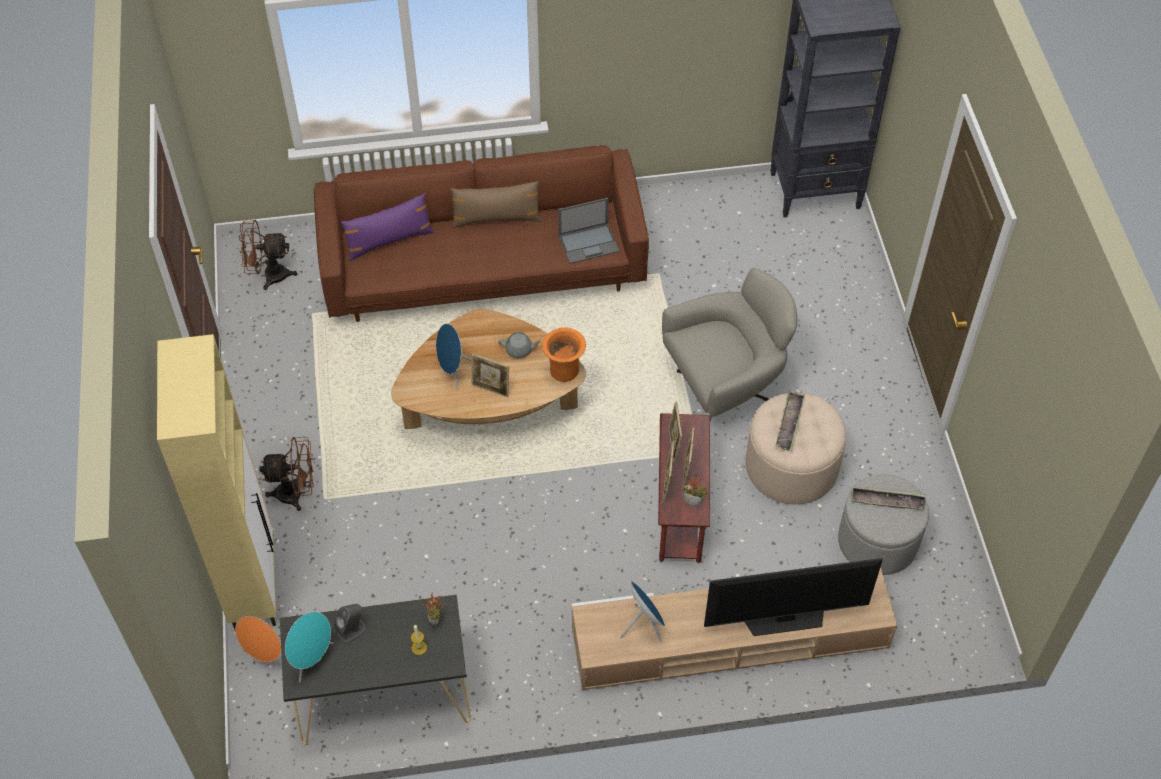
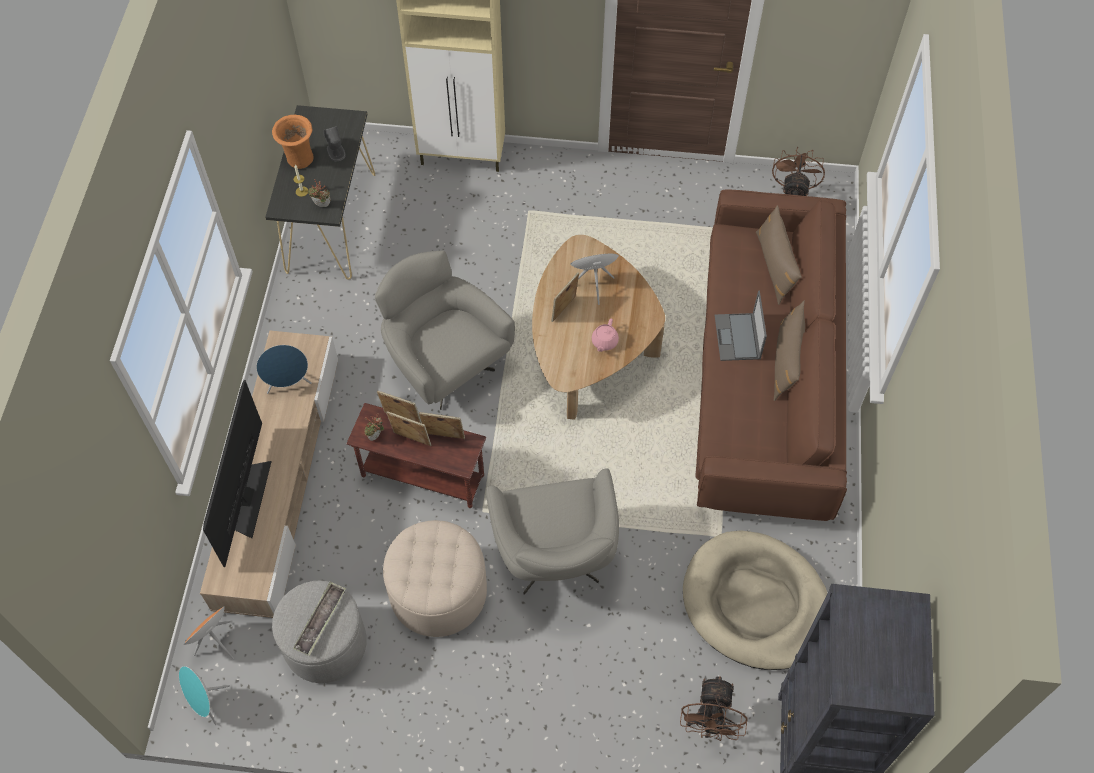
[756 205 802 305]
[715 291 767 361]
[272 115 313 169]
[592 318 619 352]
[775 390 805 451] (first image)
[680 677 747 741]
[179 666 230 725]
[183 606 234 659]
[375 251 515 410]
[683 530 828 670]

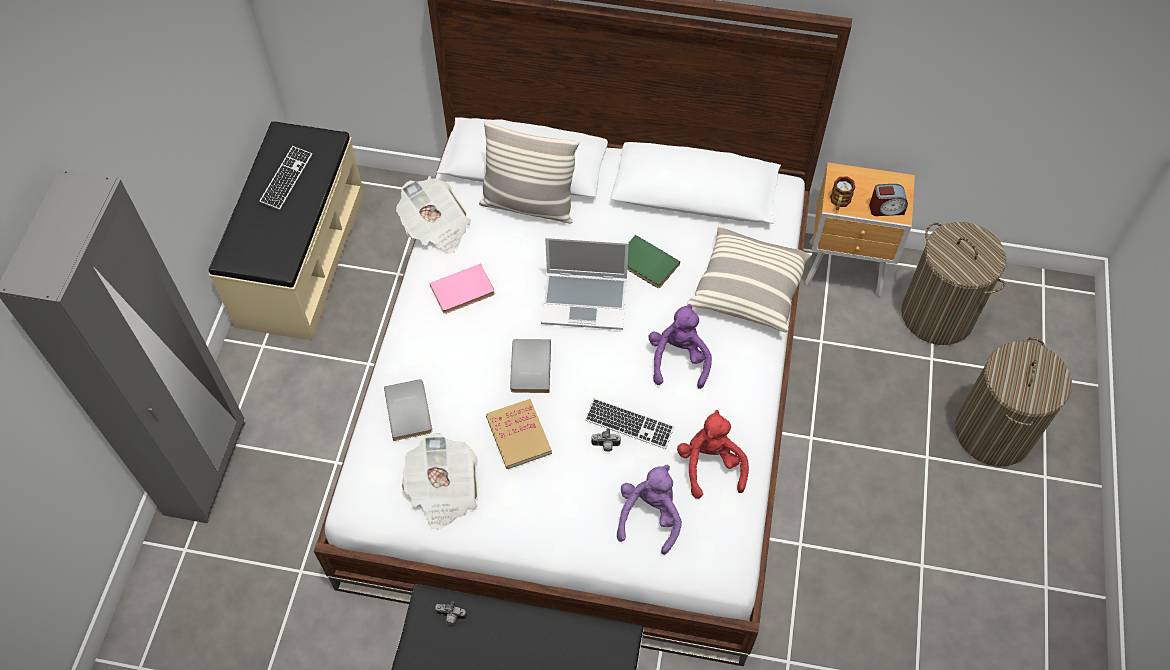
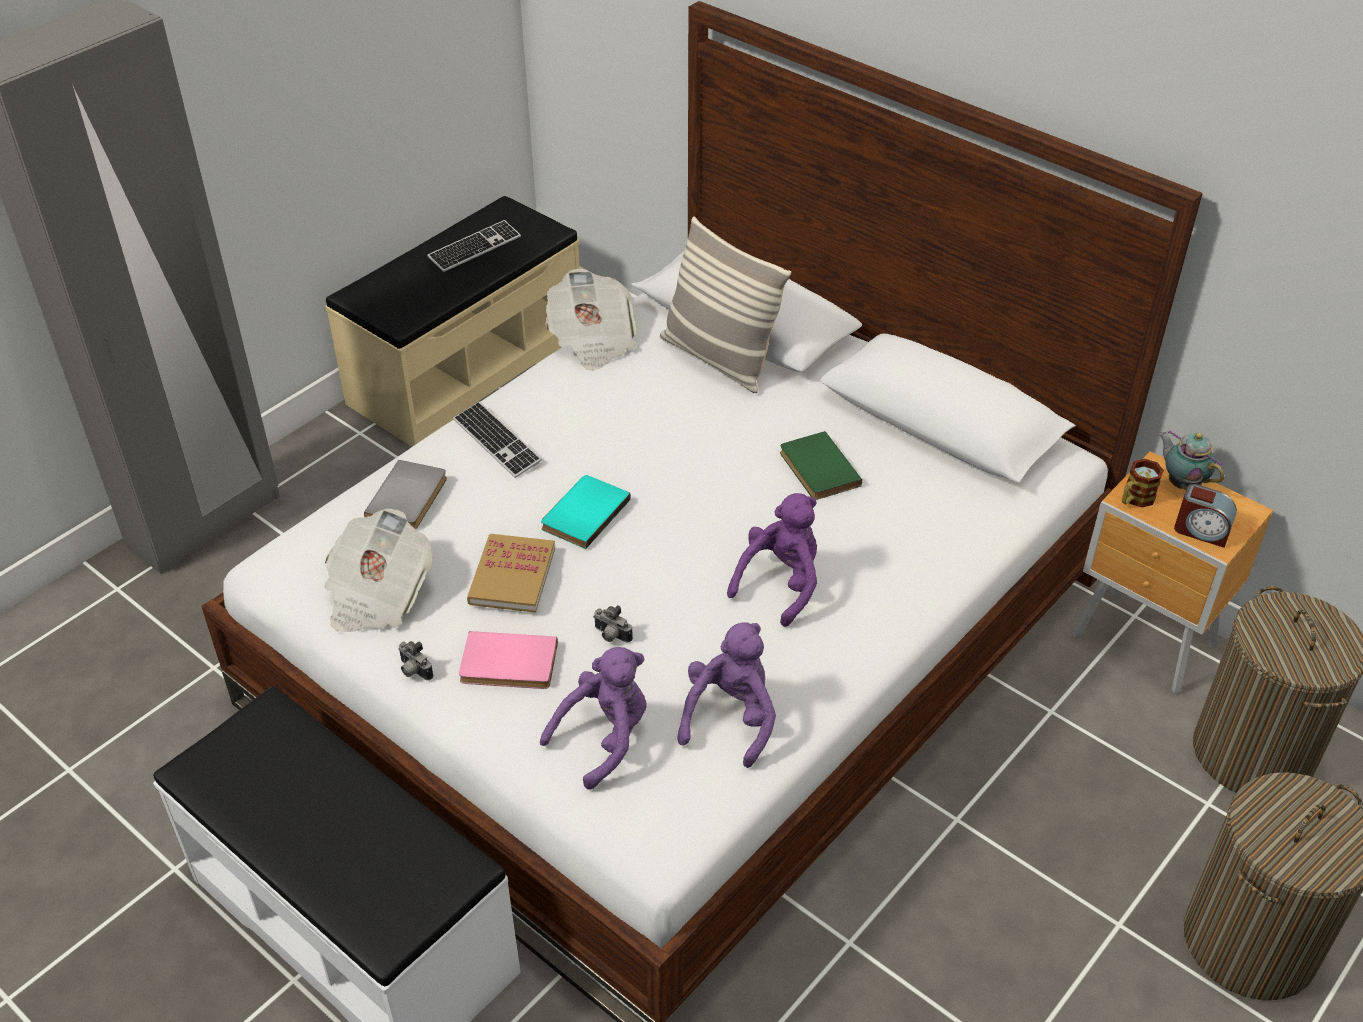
[687 225 812 332] (first image)
[541 237 629 330] (first image)
[459 631 558 689]
[541 475 631 549]
[453 401 542 478]
[677 622 776 768]
[398 641 433 680]
[1158 430 1224 490]

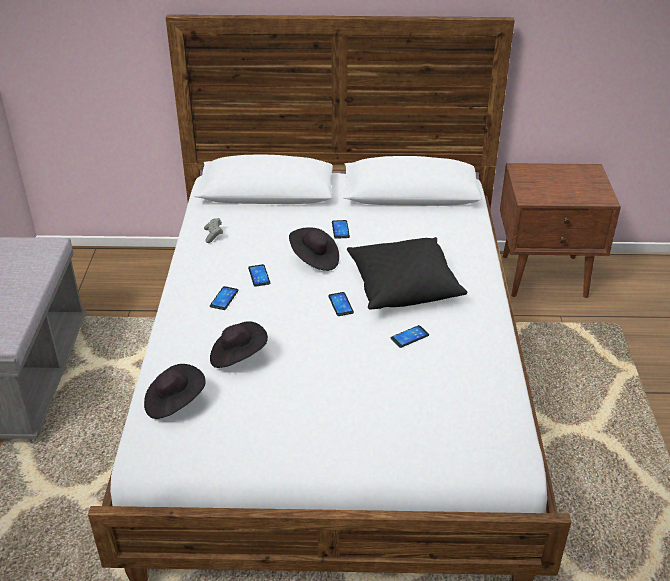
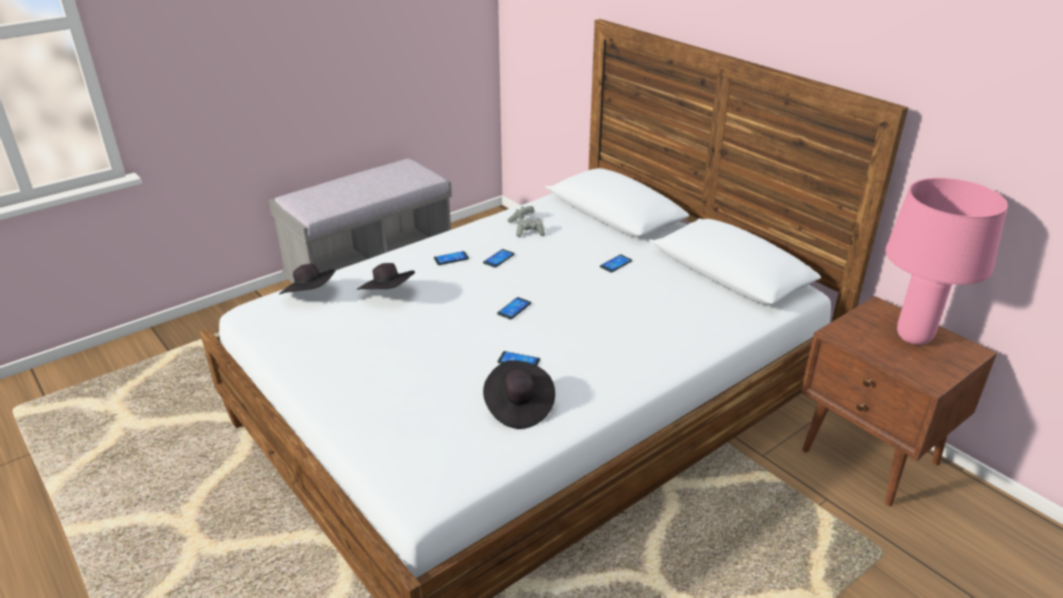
[483 360 555 429]
[347 237 467 310] (first image)
[885 178 1008 345]
[516 218 545 237]

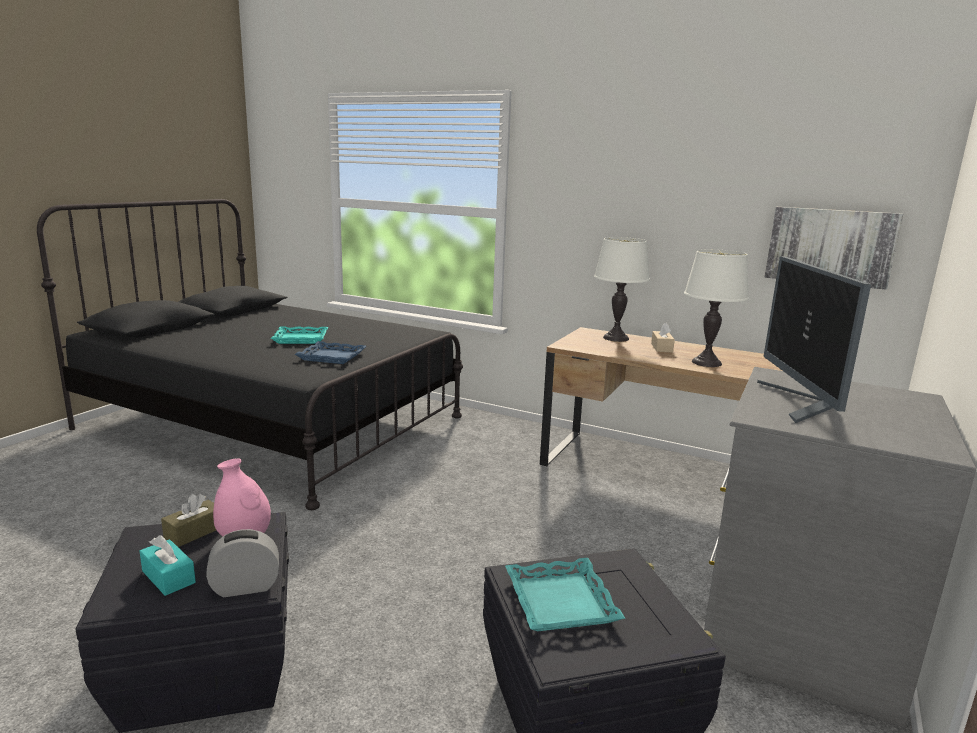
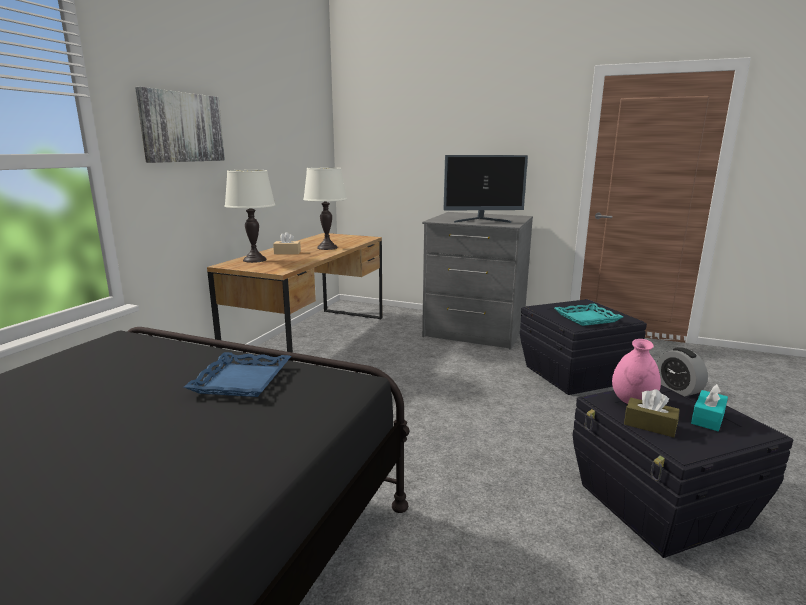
[135 87 225 163]
[271 326 328 344] (first image)

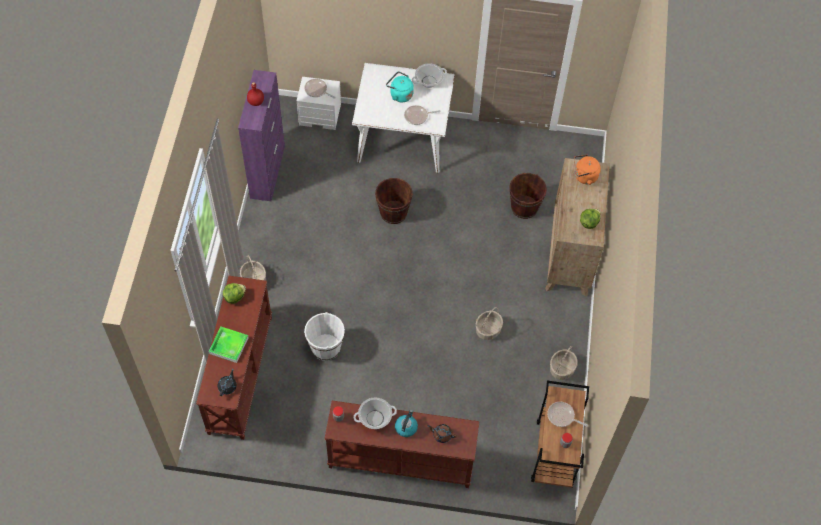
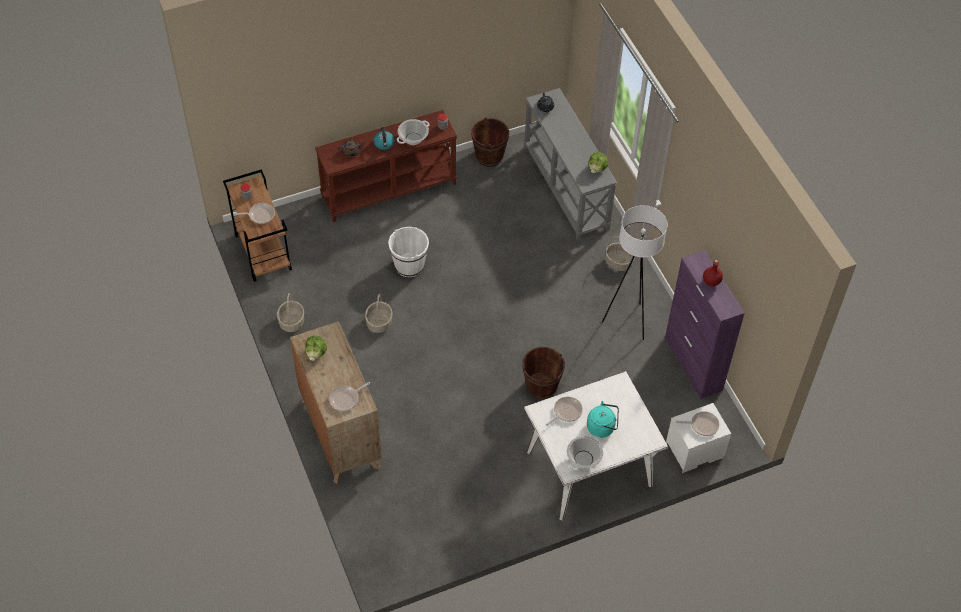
[329 382 370 411]
[471 117 509 167]
[523 88 617 241]
[388 227 429 277]
[209 327 249 363] (first image)
[602 205 667 340]

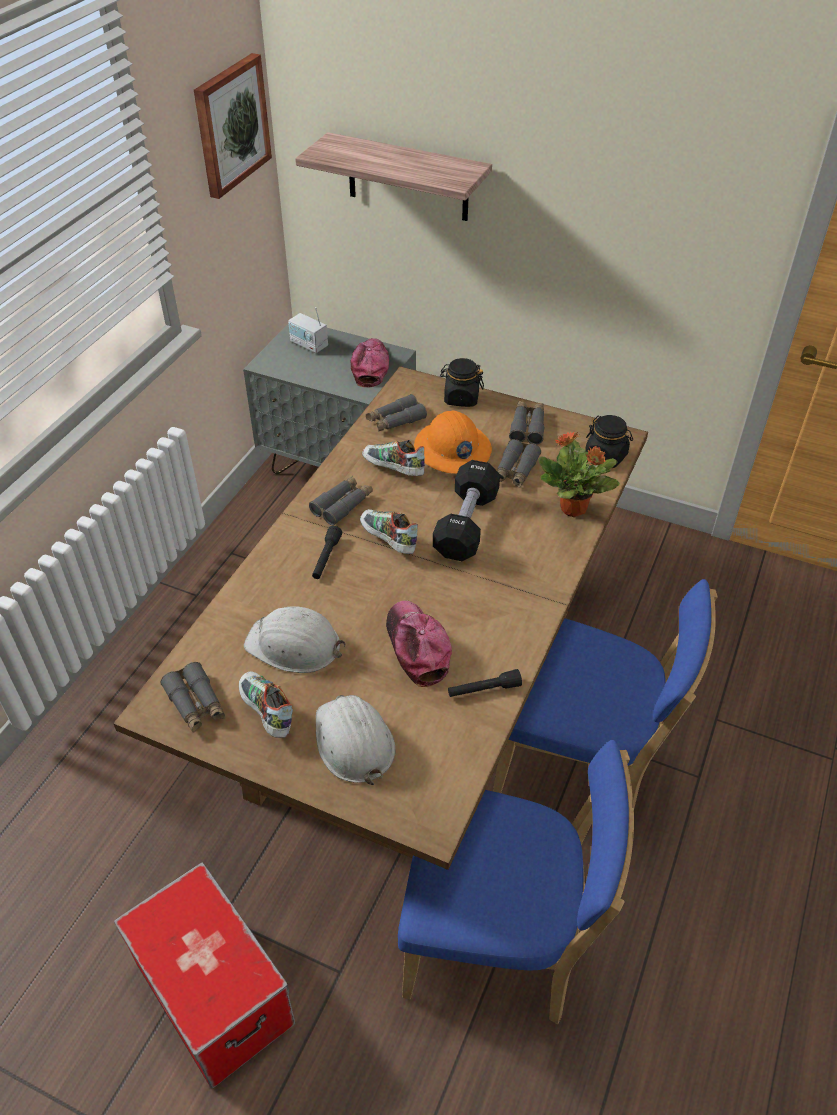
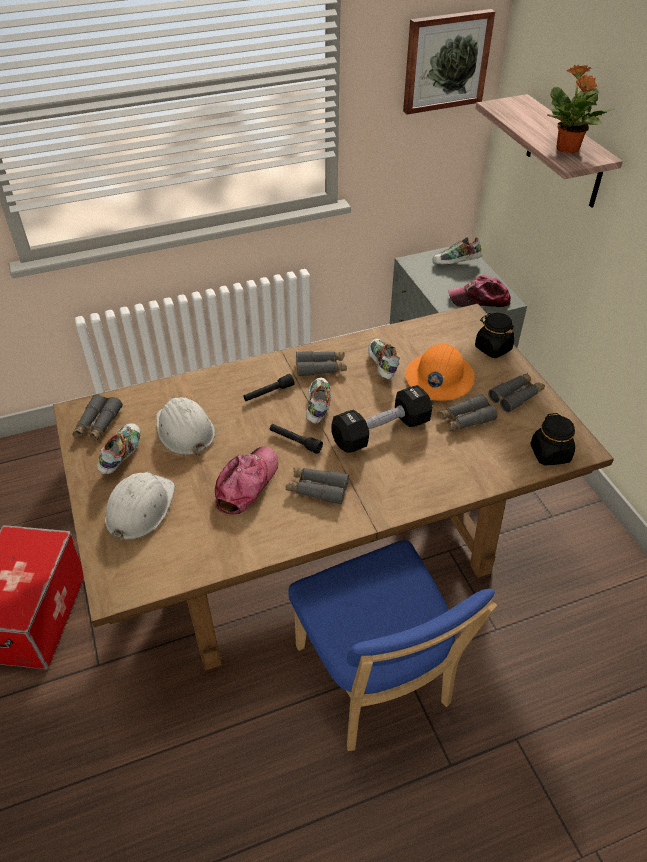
[432 237 482 265]
[448 275 511 307]
[286 467 349 505]
[547 64 615 153]
[270 424 323 454]
[398 740 634 1024] (first image)

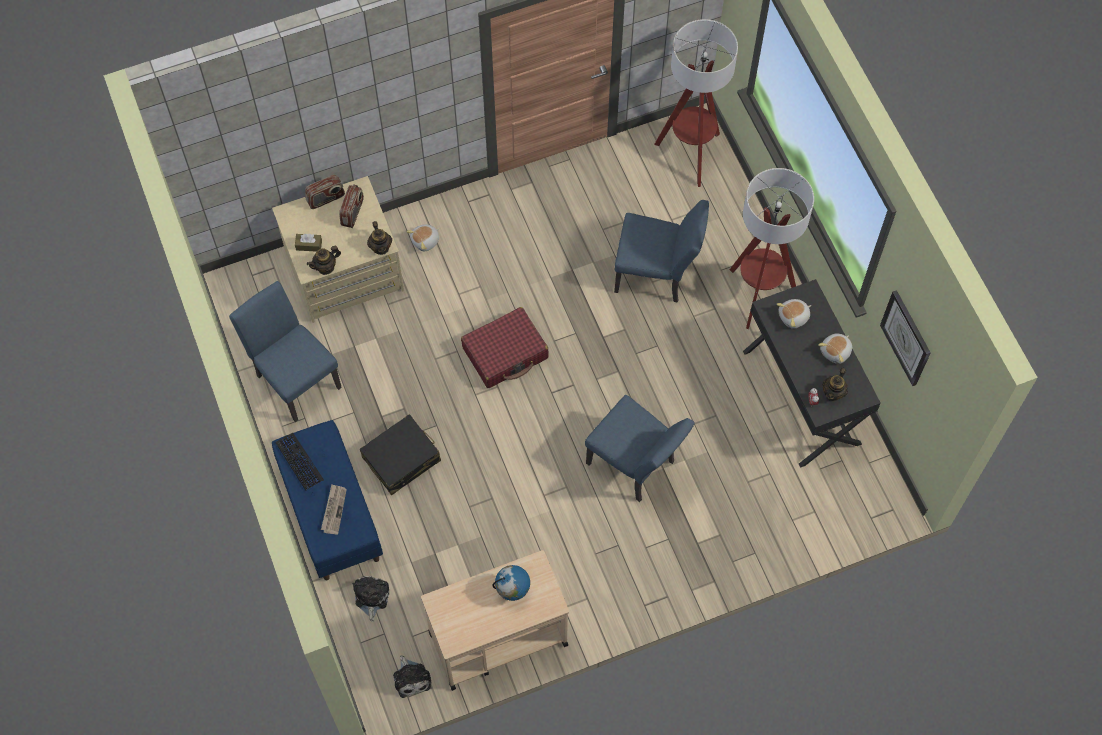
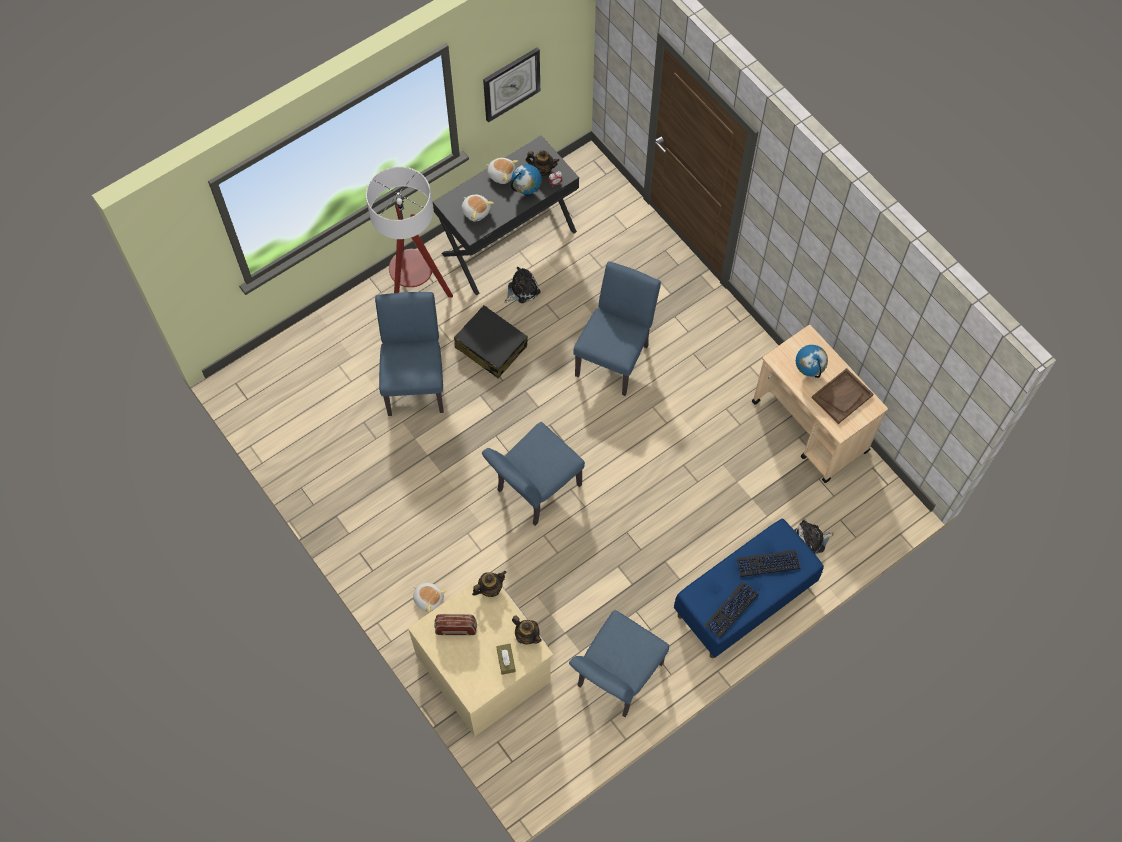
[654 19 738 187] (first image)
[305 175 345 209] (first image)
[482 422 585 526]
[454 305 528 379]
[737 550 800 577]
[505 267 541 303]
[511 164 542 196]
[812 368 873 424]

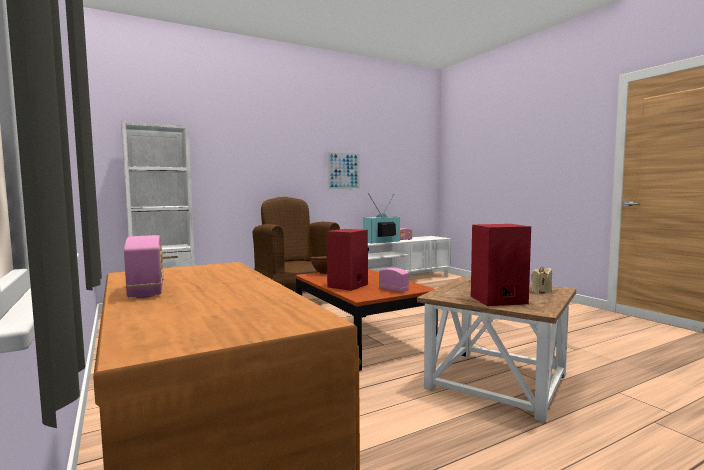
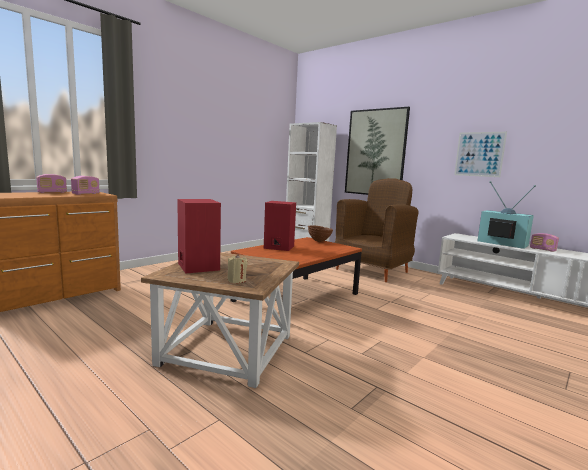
[71 176 100 195]
[345 107 410 195]

